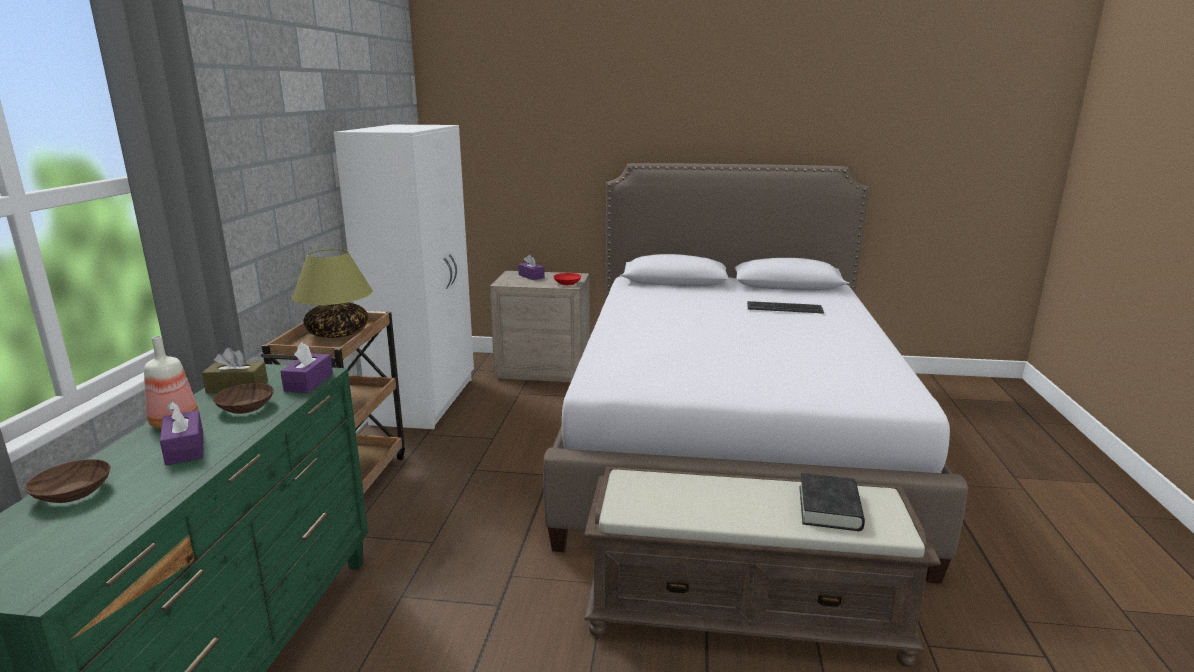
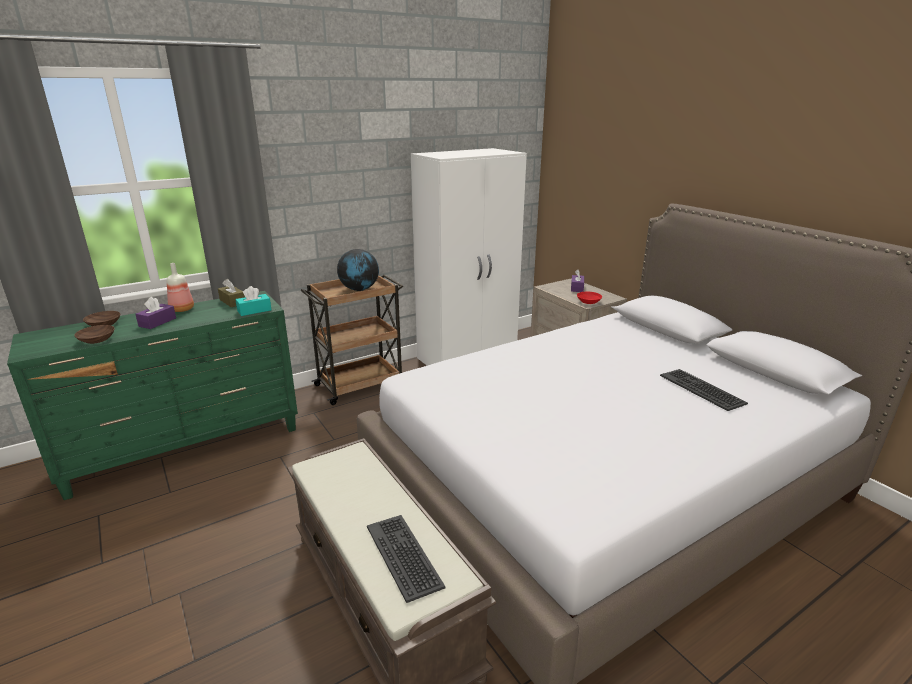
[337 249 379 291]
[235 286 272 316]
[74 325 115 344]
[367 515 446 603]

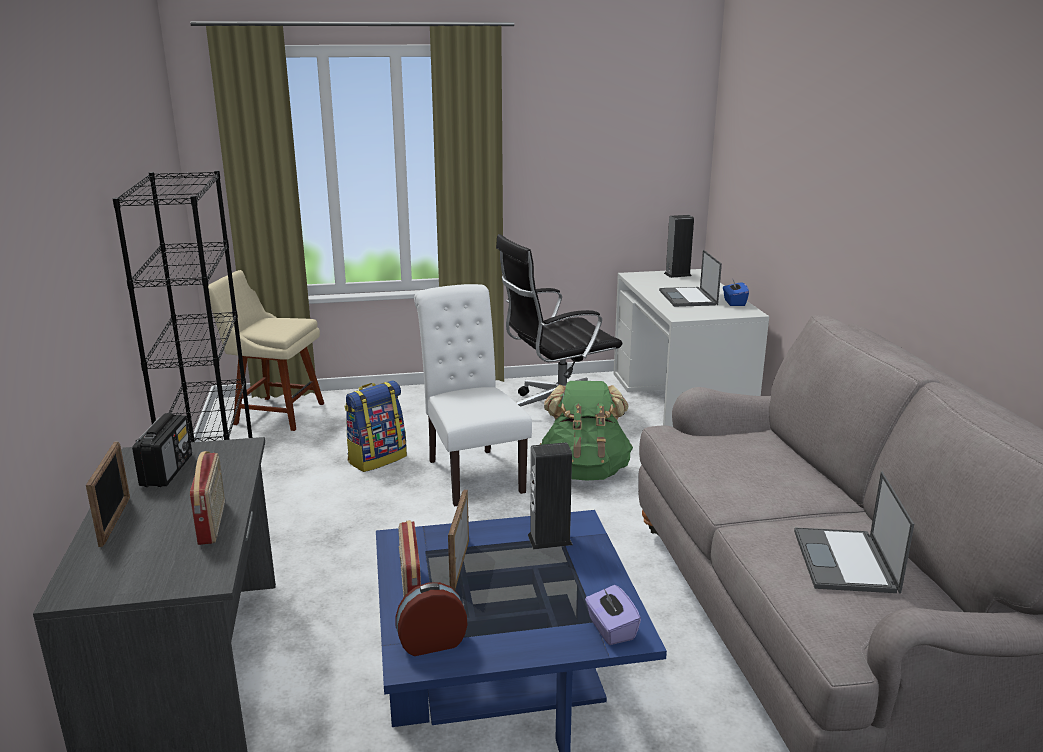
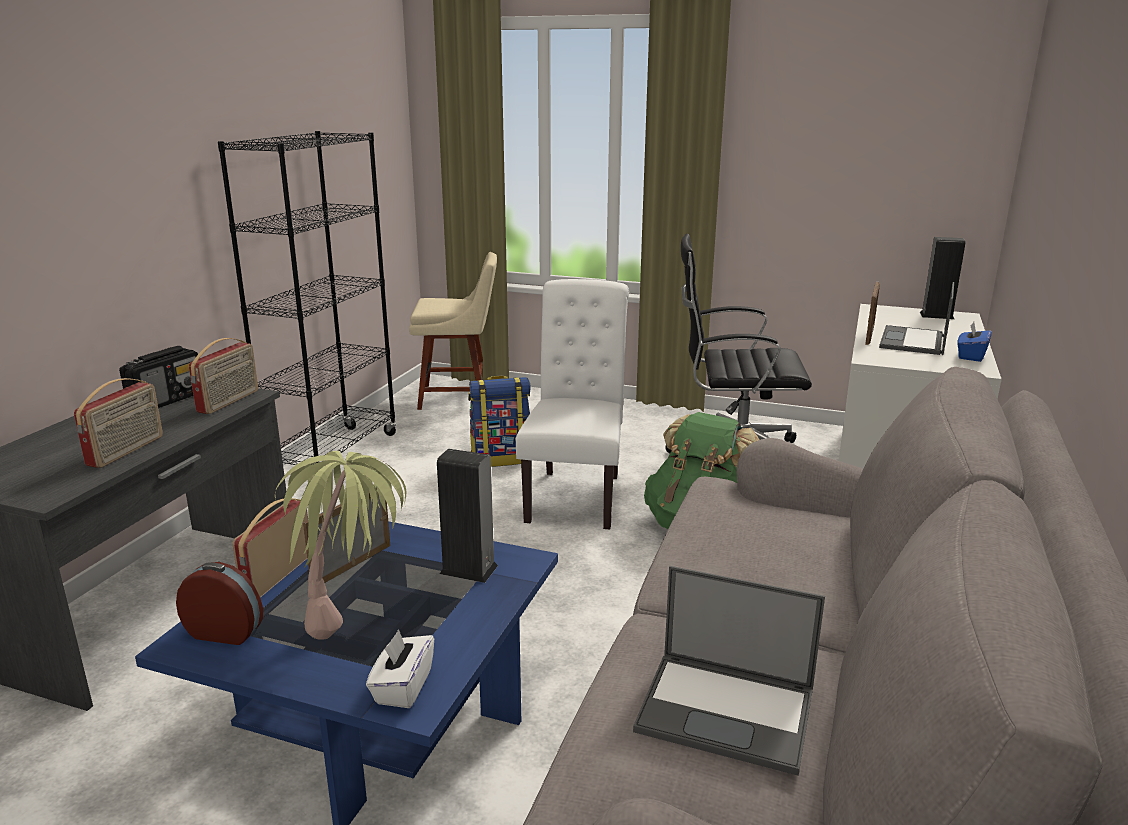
[409 252 497 410]
[865 282 880 345]
[633 566 825 776]
[366 629 434 708]
[189 338 258 414]
[275 451 406 640]

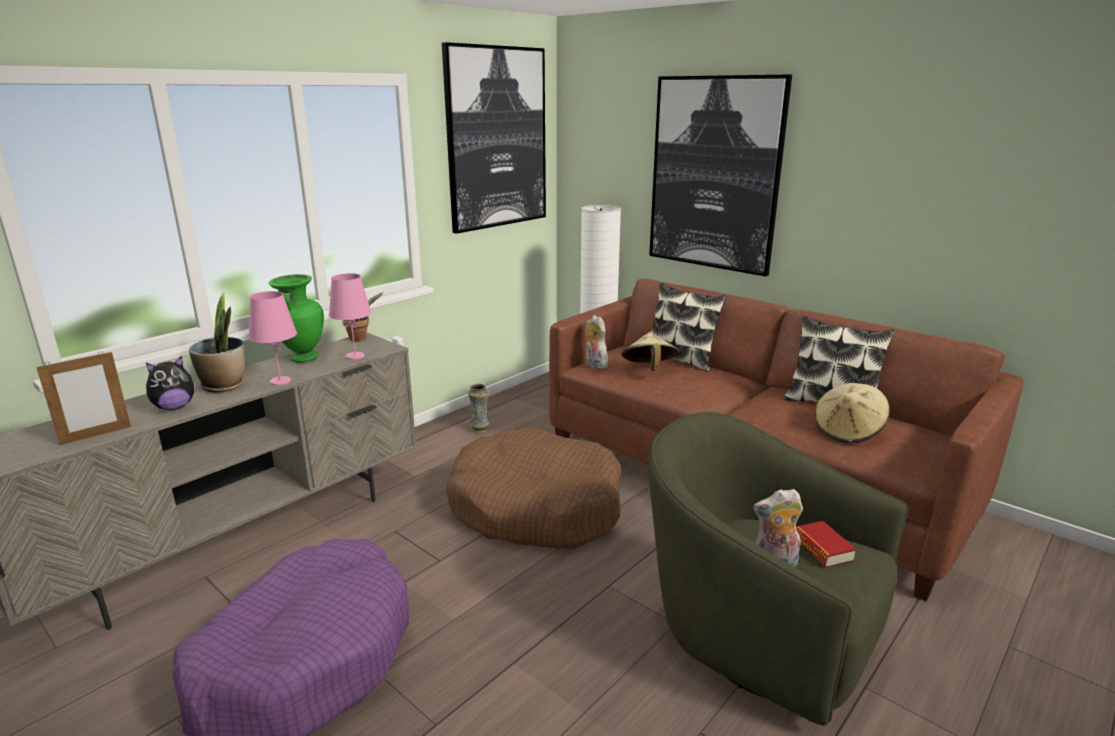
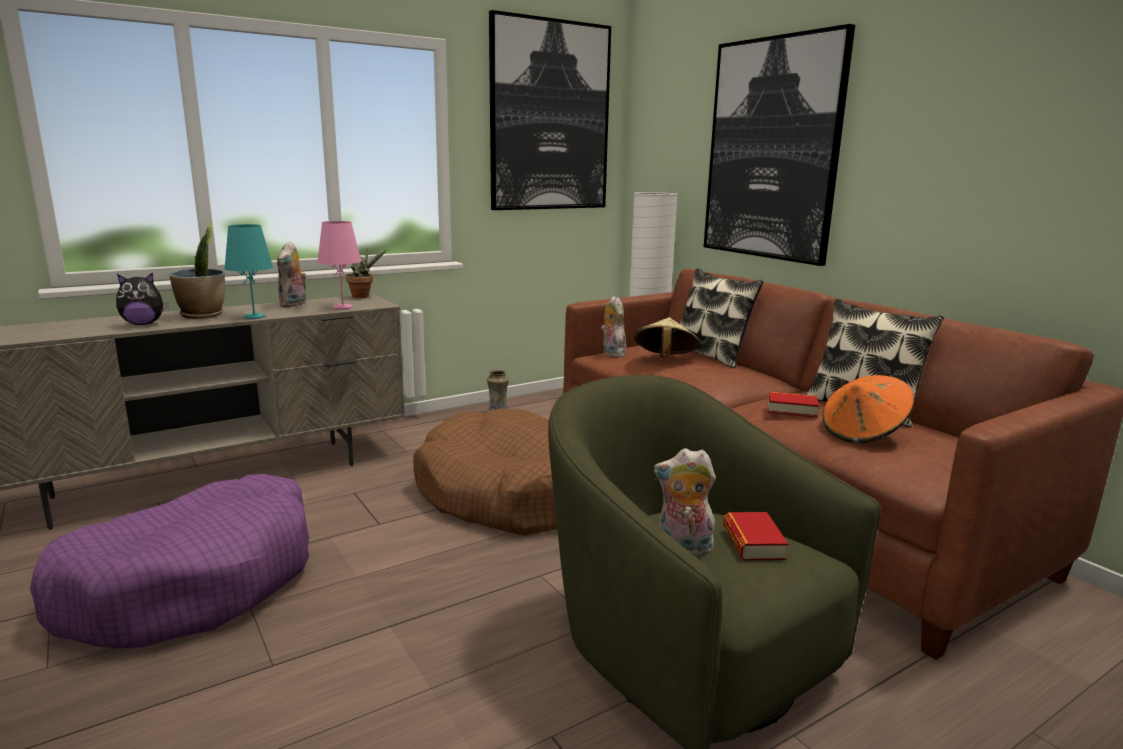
[277 241 307 308]
[224 224 273 319]
[36 351 131 445] (first image)
[823 375 914 444]
[768 392 819 418]

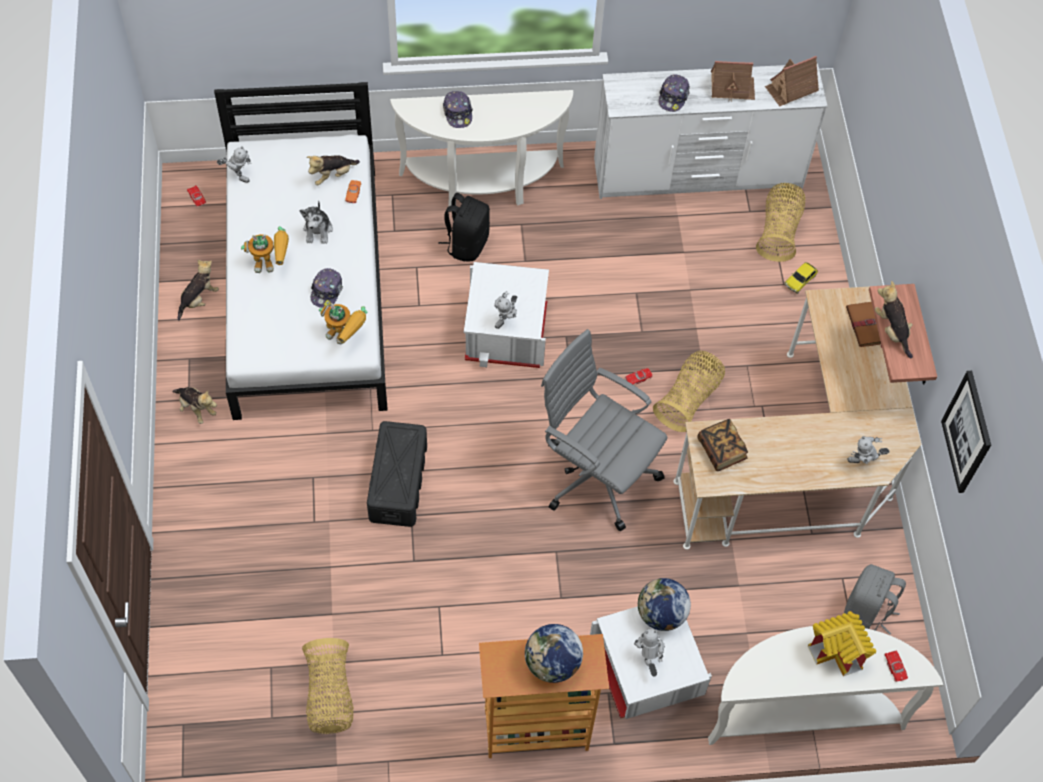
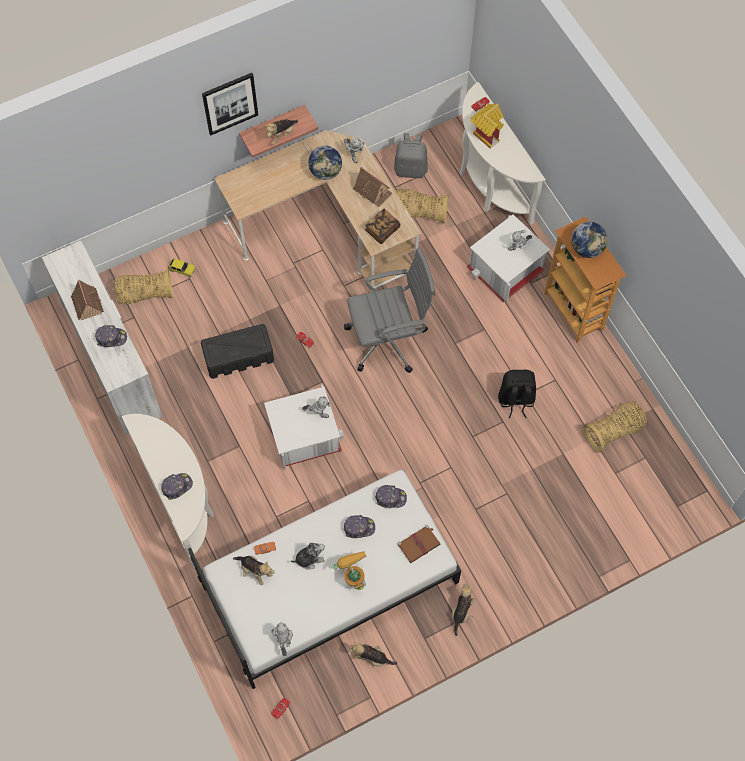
[353 167 393 207]
[498 370 536 418]
[398 525 441 563]
[375 485 407 508]
[344 248 435 373]
[396 189 449 224]
[202 73 258 136]
[201 324 274 379]
[308 146 342 180]

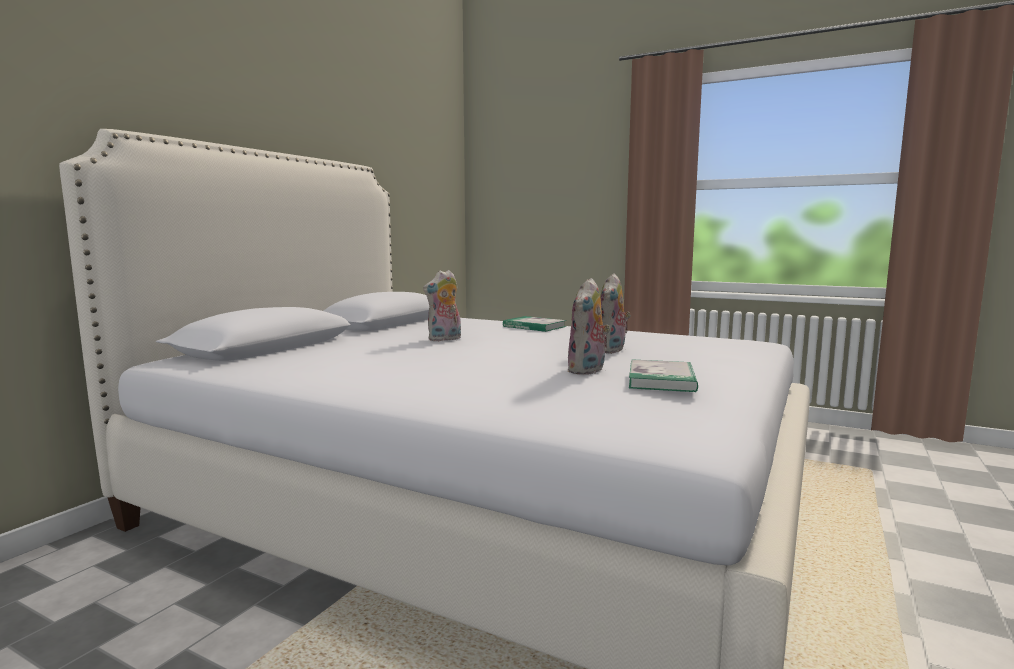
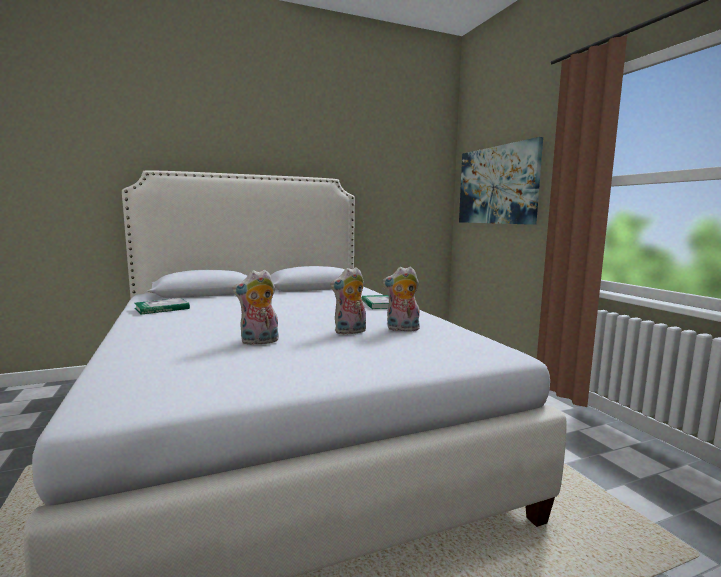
[382 266 420 331]
[134 298 190 315]
[459 137 543 225]

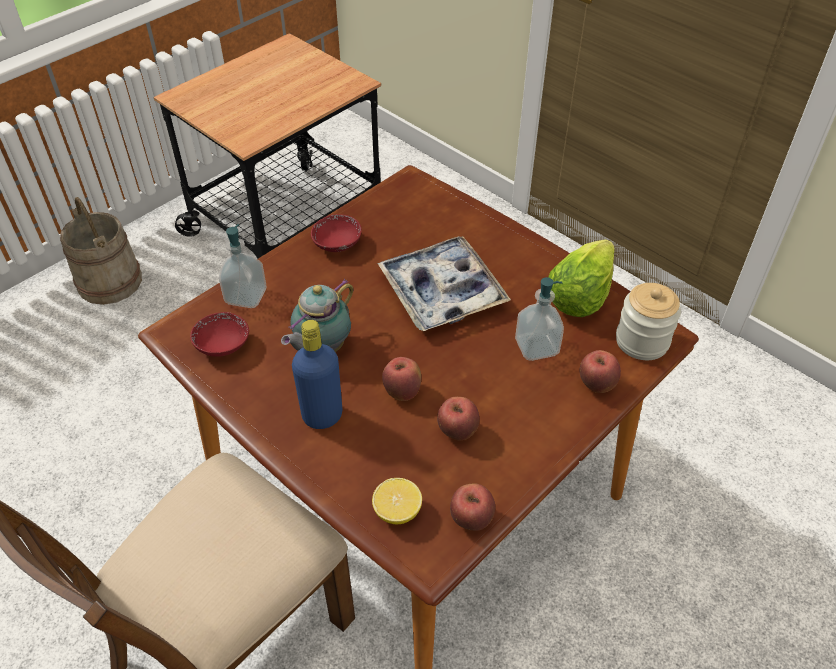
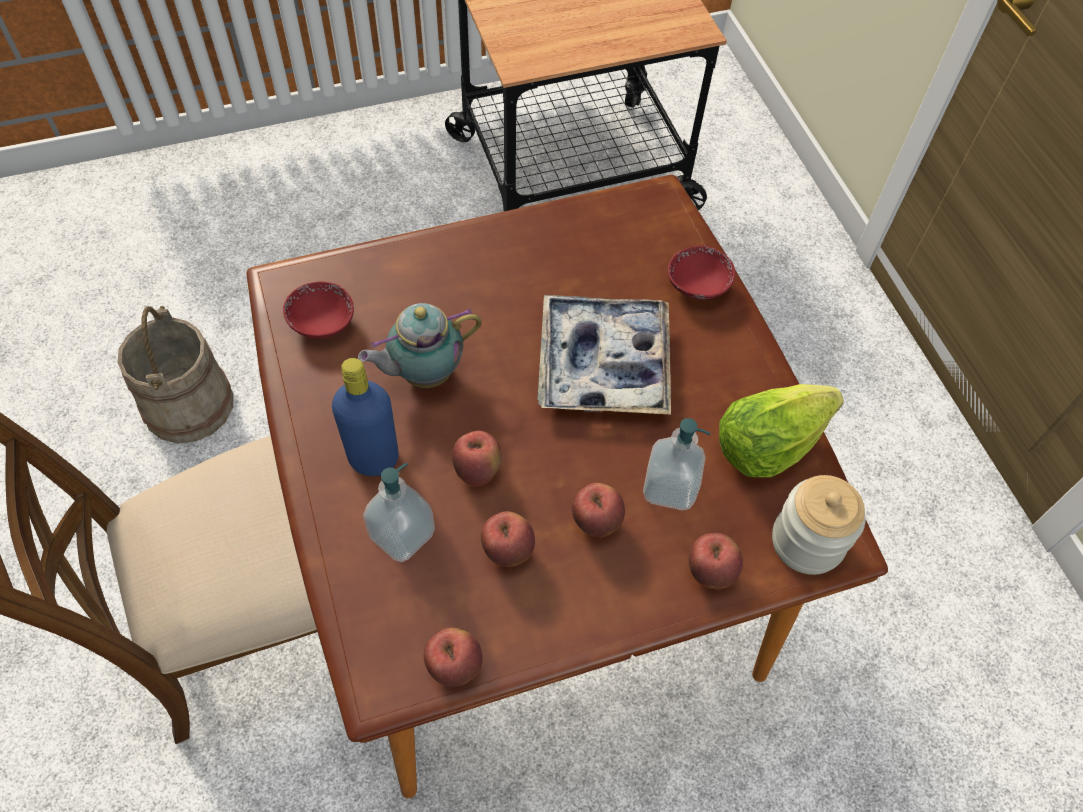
[118 306 233 444]
[668 246 736 300]
[363 463 435 562]
[372 478 422 524] (first image)
[572 483 625 537]

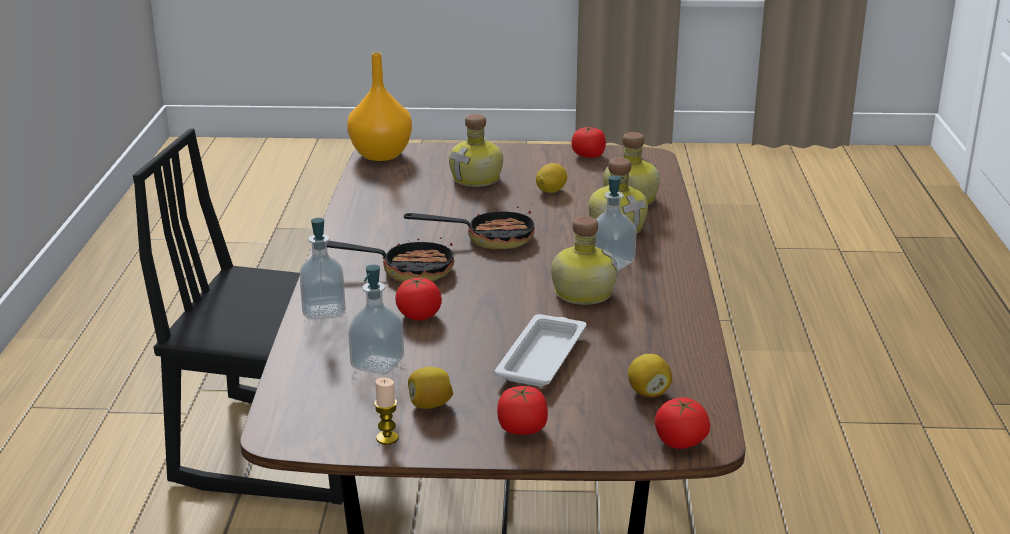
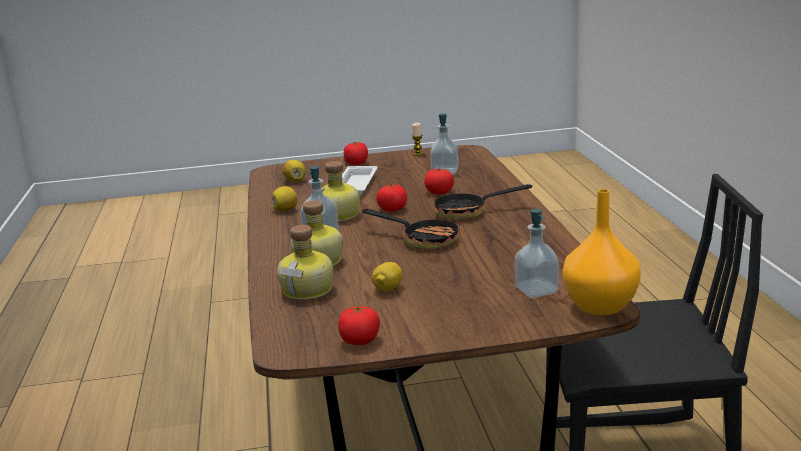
[449 114 503 187] (first image)
[362 209 461 249]
[515 209 559 298]
[271 186 297 211]
[376 184 407 212]

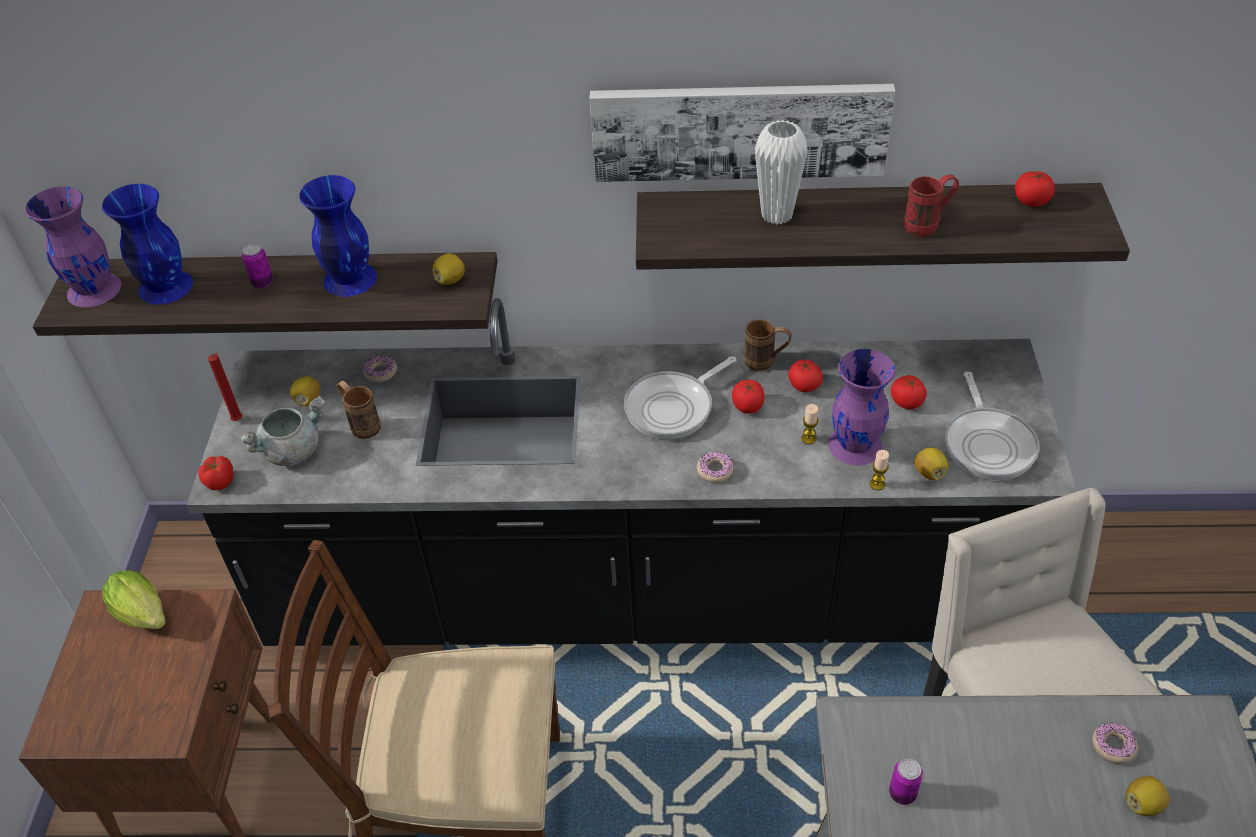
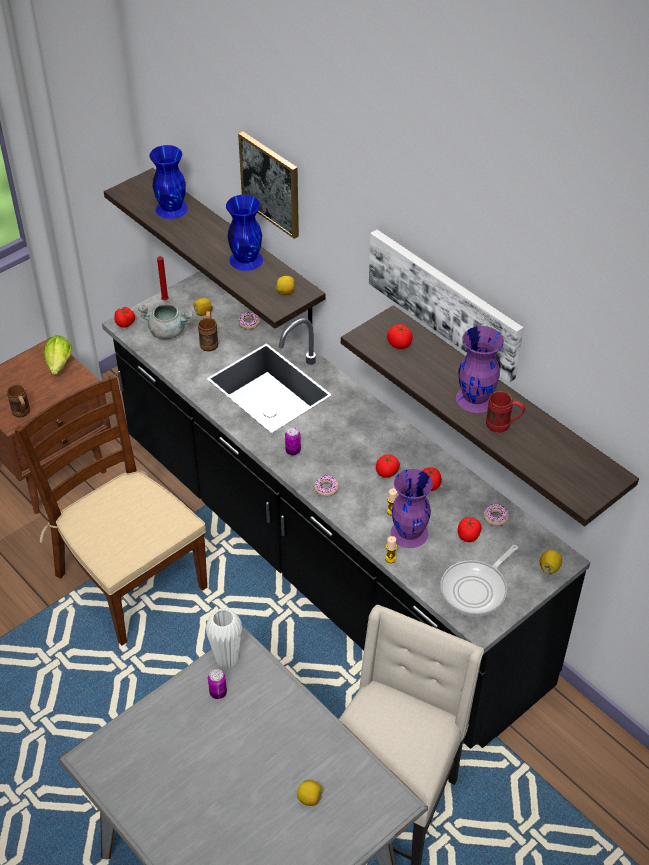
[206 608 243 668]
[387 324 413 349]
[456 326 504 413]
[285 427 301 455]
[7 384 30 418]
[624 356 736 439] (first image)
[540 550 562 573]
[484 504 509 526]
[238 131 299 239]

